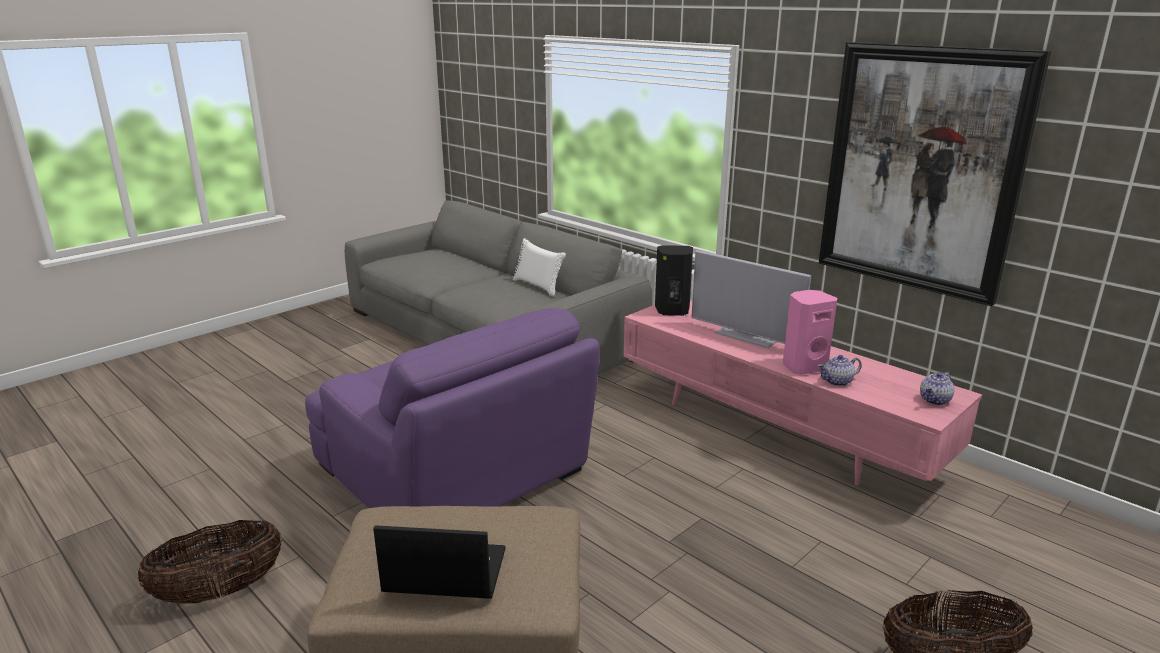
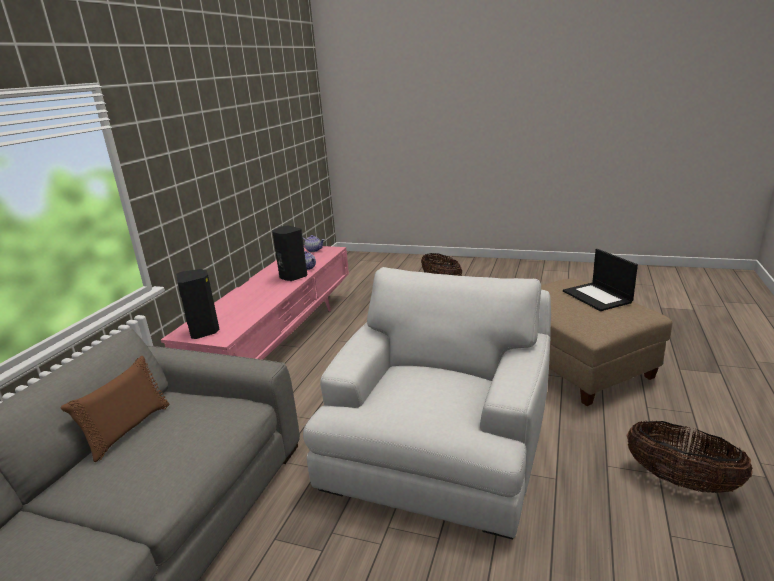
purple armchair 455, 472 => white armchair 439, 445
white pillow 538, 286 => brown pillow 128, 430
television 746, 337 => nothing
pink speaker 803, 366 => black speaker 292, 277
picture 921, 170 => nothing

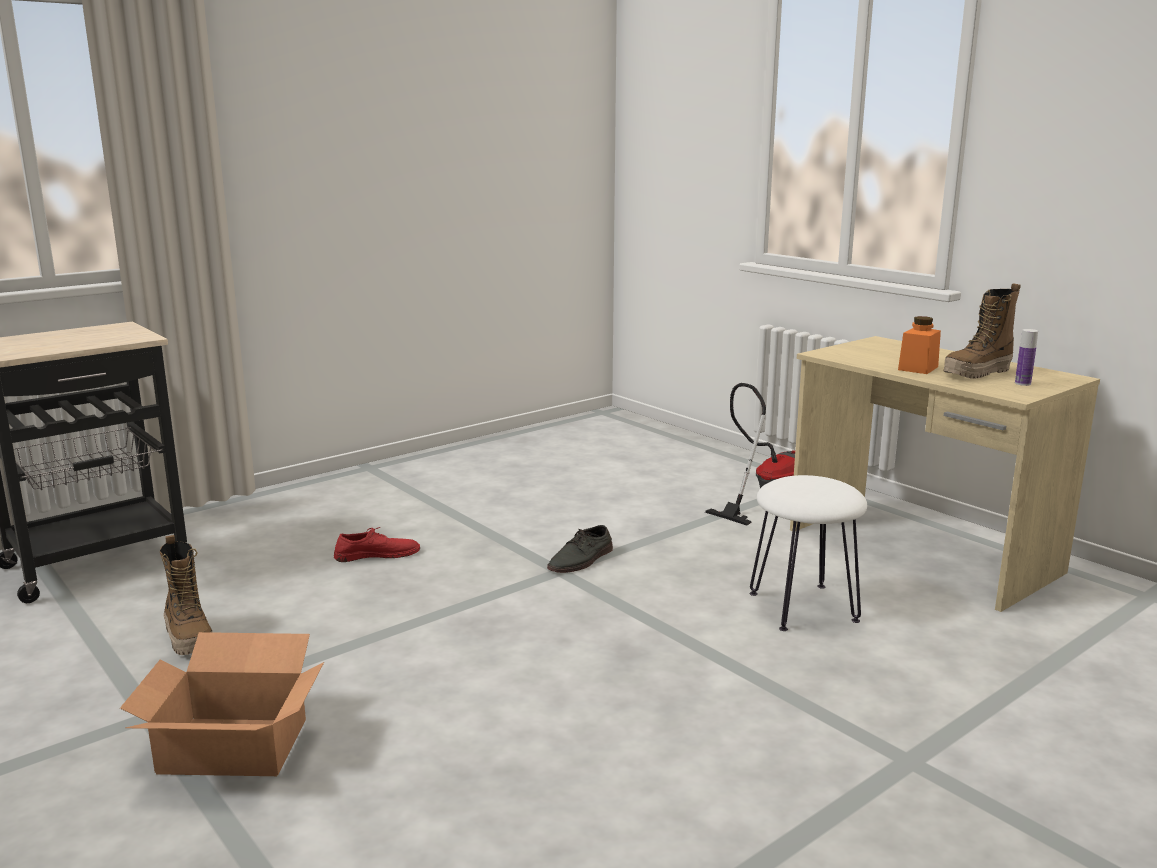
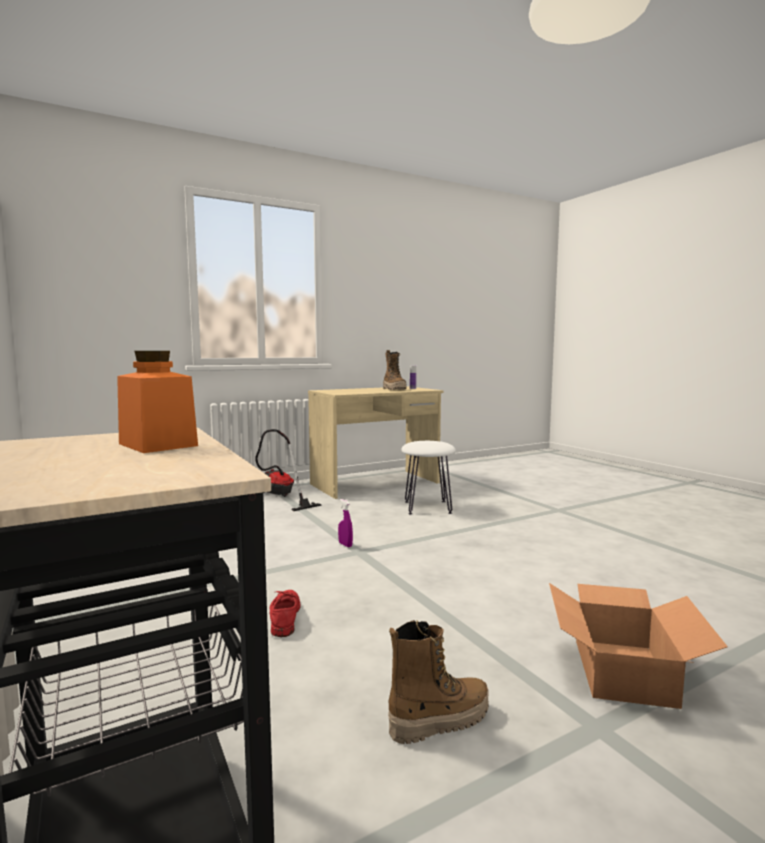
grey shoe 581, 560 => purple spray bottle 345, 545
orange jar 918, 368 => orange jar 158, 445, moved

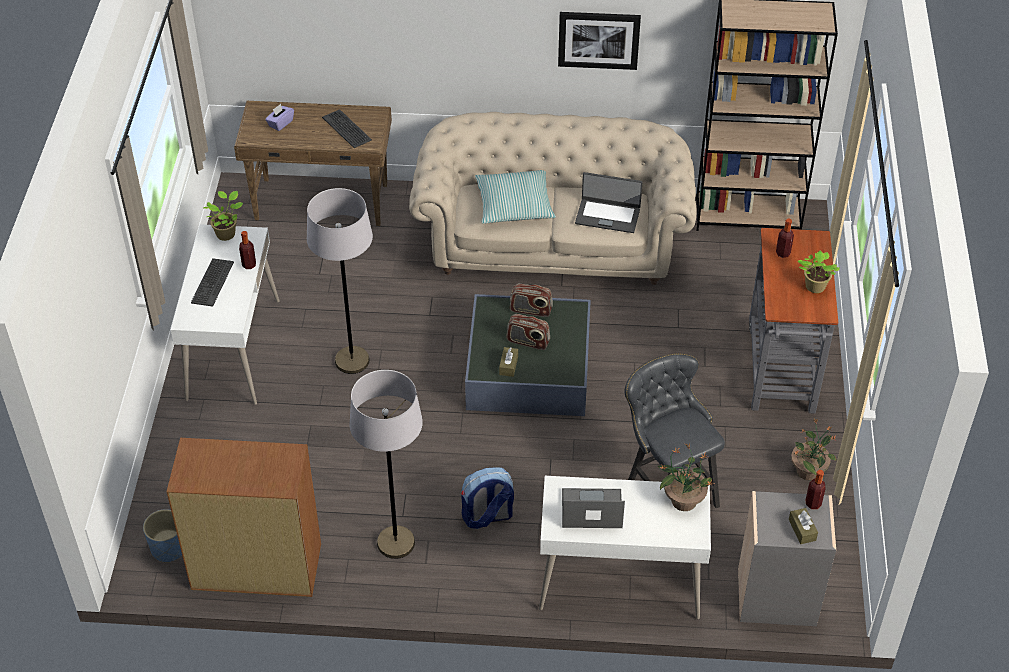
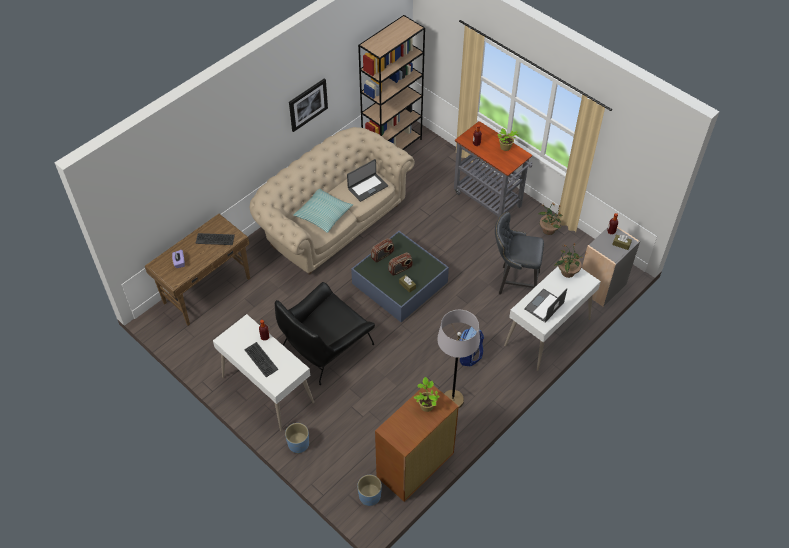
potted plant 227, 233 => potted plant 426, 405, moved
grey floor lamp 352, 361 => black armchair 326, 346
nothing => blue planter 298, 444

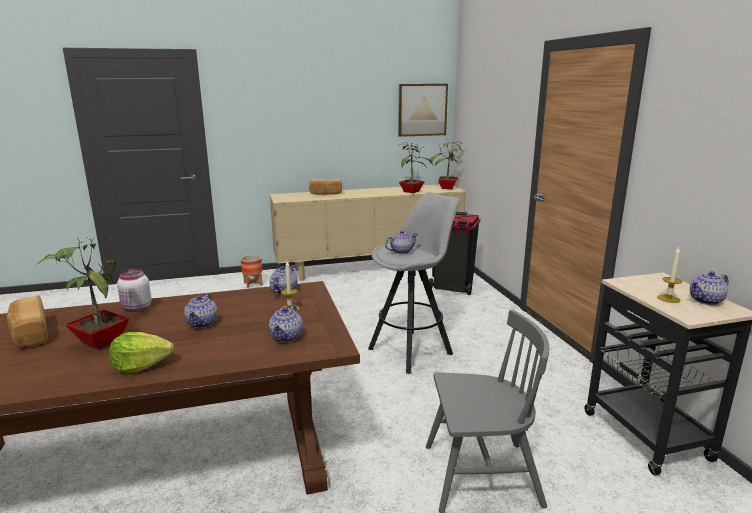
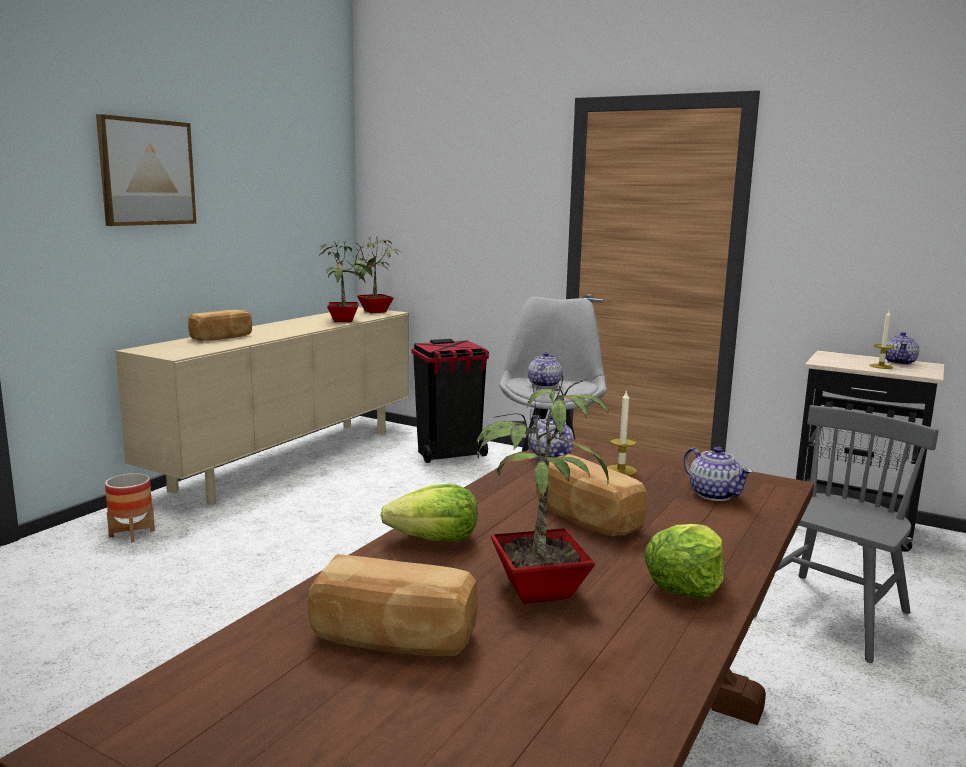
white jar 137, 309 => lettuce 435, 539
teapot 203, 323 => bread 586, 518
picture 422, 110 => picture 147, 172, moved

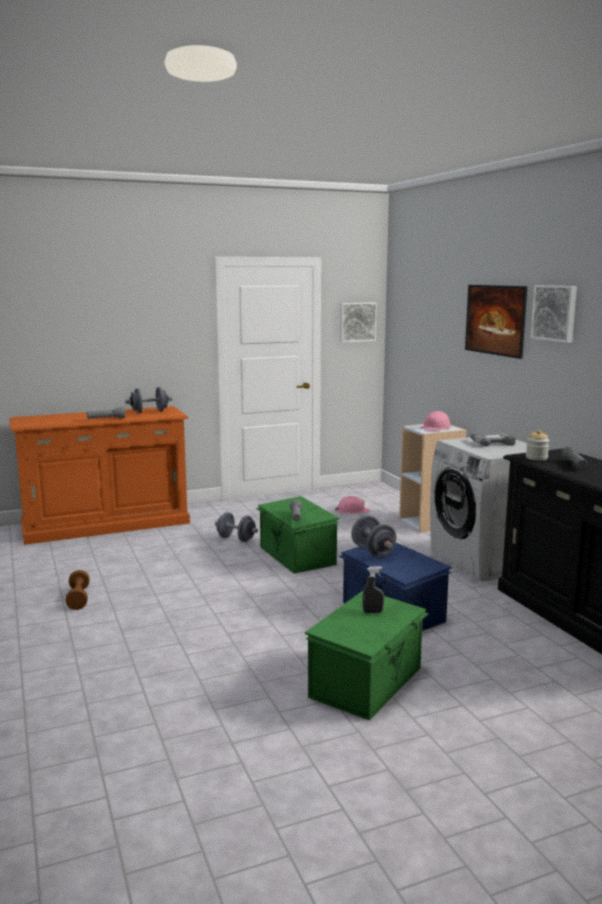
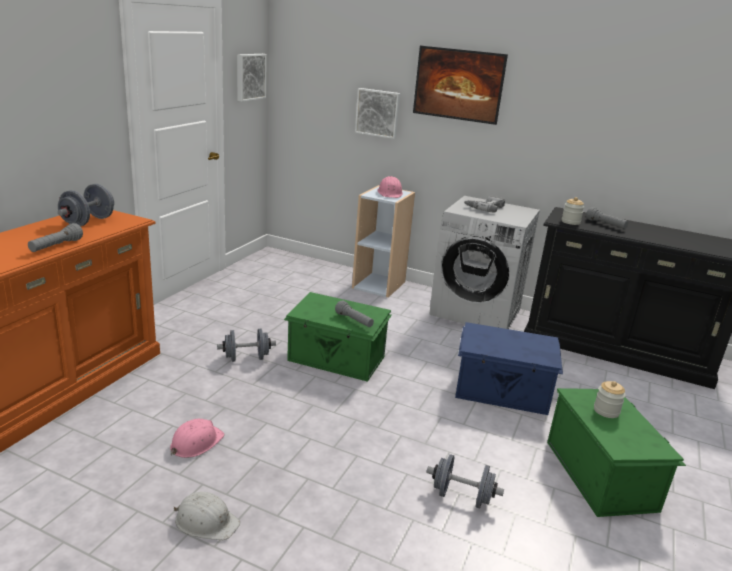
brown dumbbell 78, 598 => white hard hat 206, 521
pink hard hat 352, 511 => pink hard hat 196, 443, moved
grey dumbbell 373, 551 => grey dumbbell 461, 497, moved
grey spray bottle 373, 612 => jar 606, 411
picture 555, 313 => picture 378, 113, moved

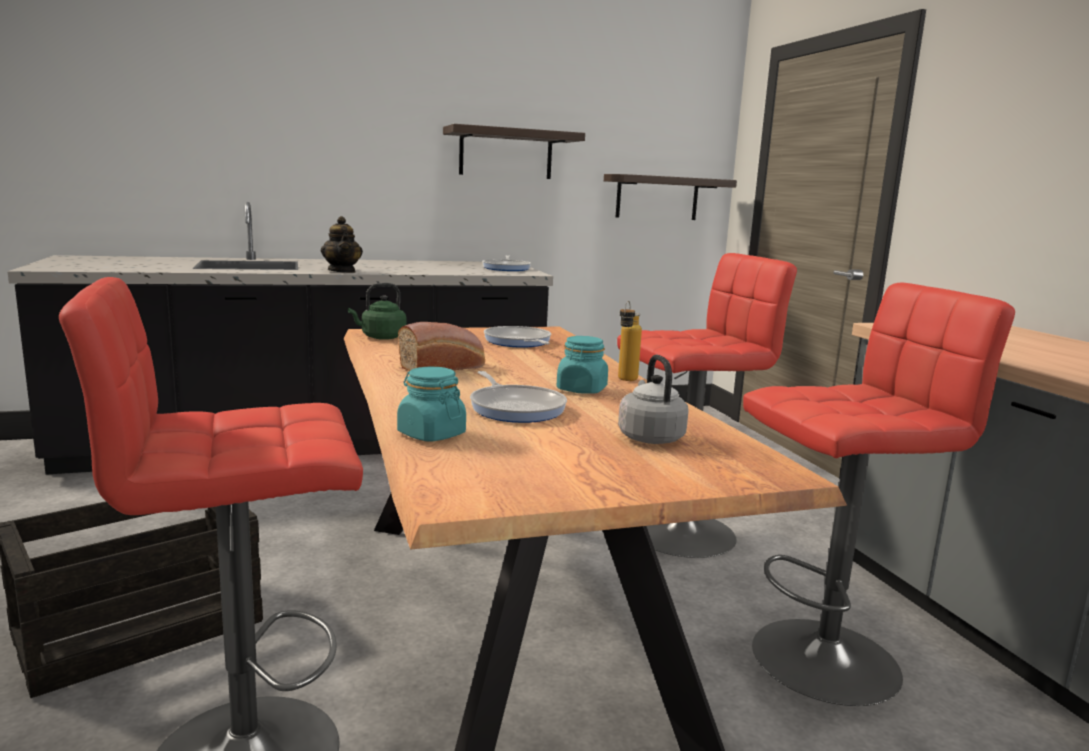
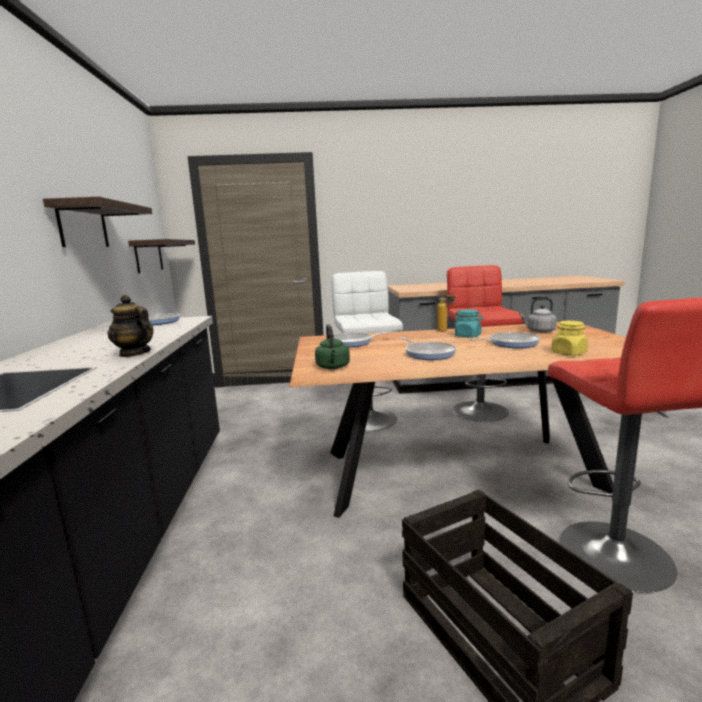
teapot 342, 271 => teapot 134, 353, 135 degrees counterclockwise
turquoise jar 431, 434 => yellow jar 568, 353
bread 444, 367 => frying pan 428, 353
red stool 684, 534 => white stool 370, 419

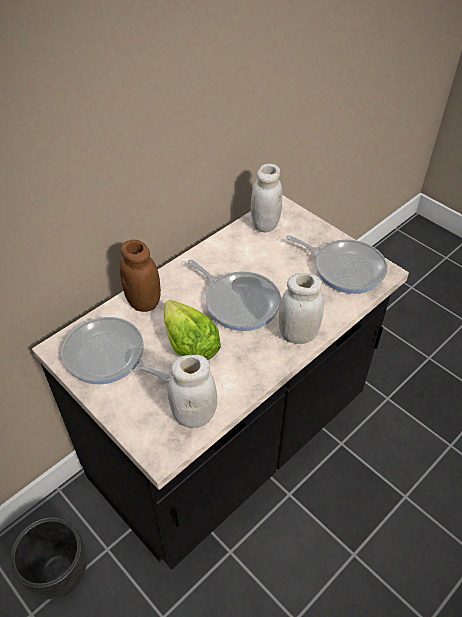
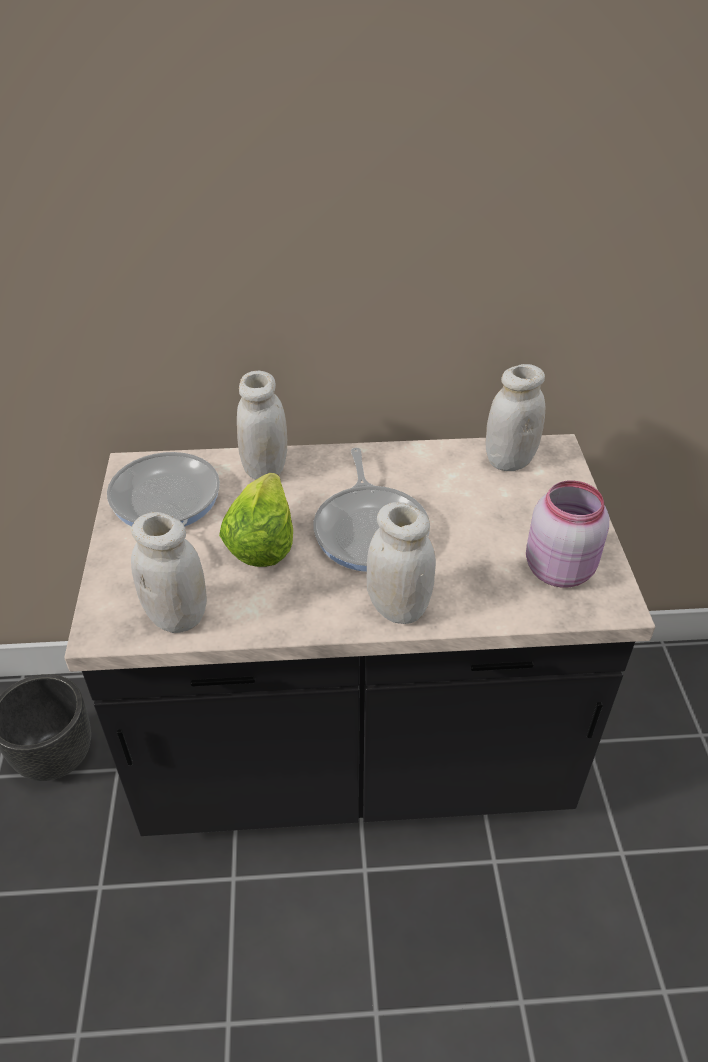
brown jar 143, 302 => white jar 265, 469
frying pan 345, 268 => pink jar 559, 568

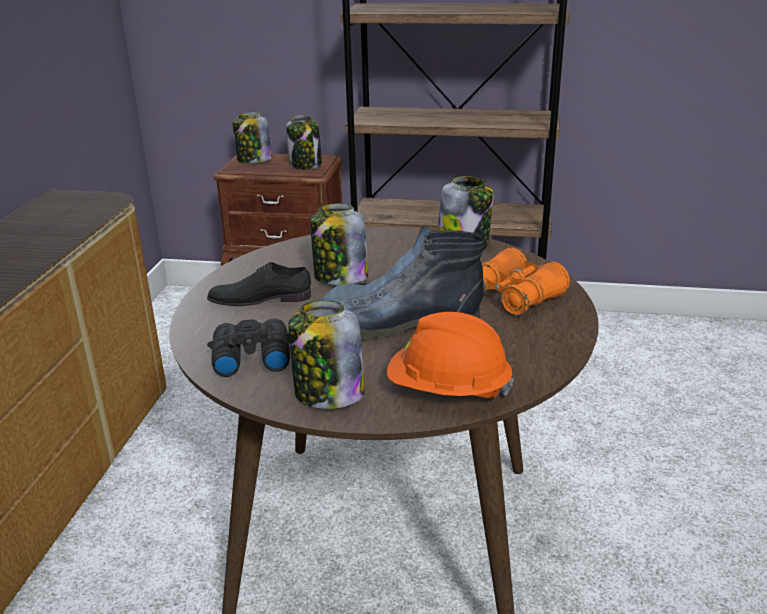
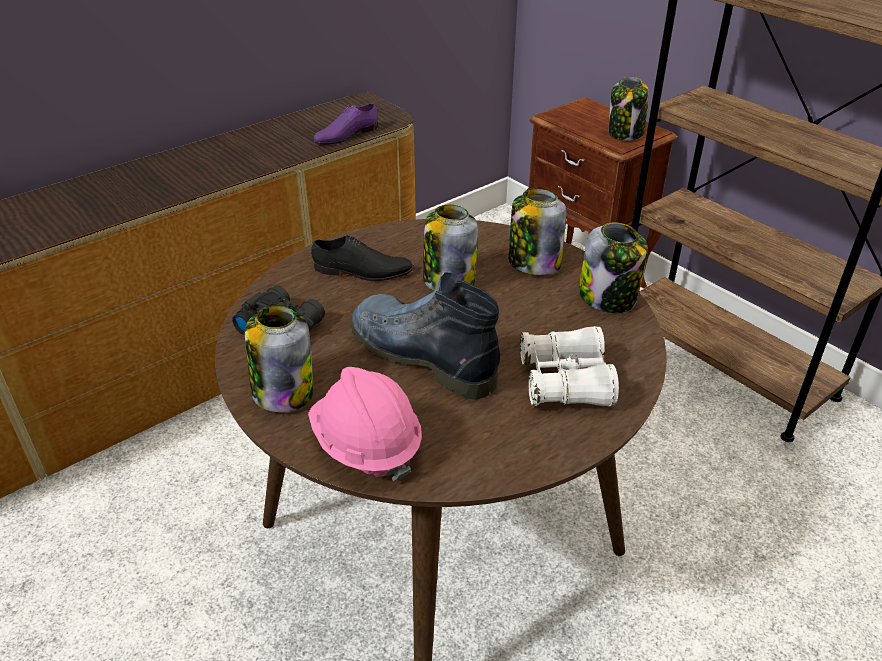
black shoe 260, 298 => black shoe 362, 271, 150 degrees clockwise
jar 254, 160 => jar 533, 263, moved
orange hard hat 448, 390 => pink hard hat 366, 445
orange binoculars 513, 296 => white binoculars 565, 381
nothing => purple shoe 346, 134

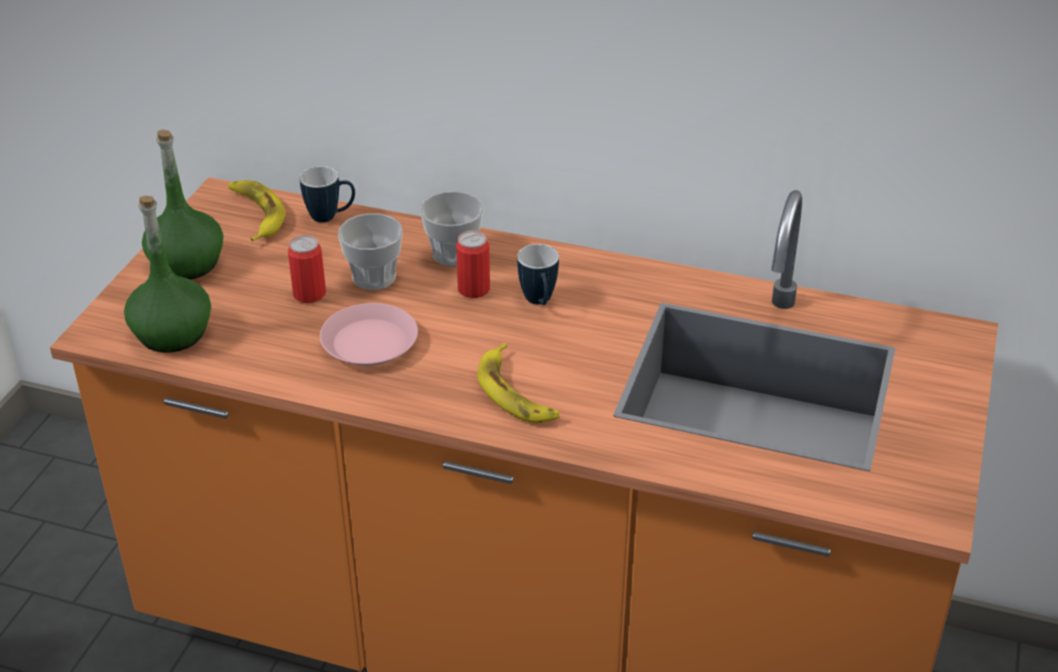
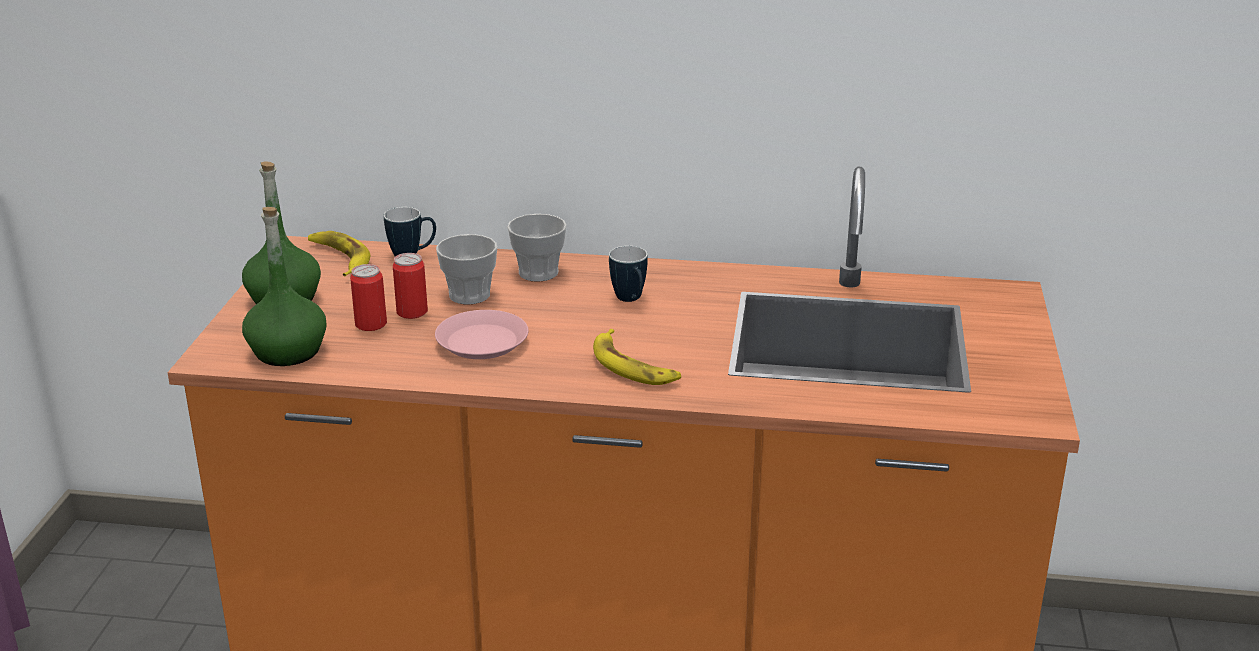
can 473, 289 => can 370, 324, moved

